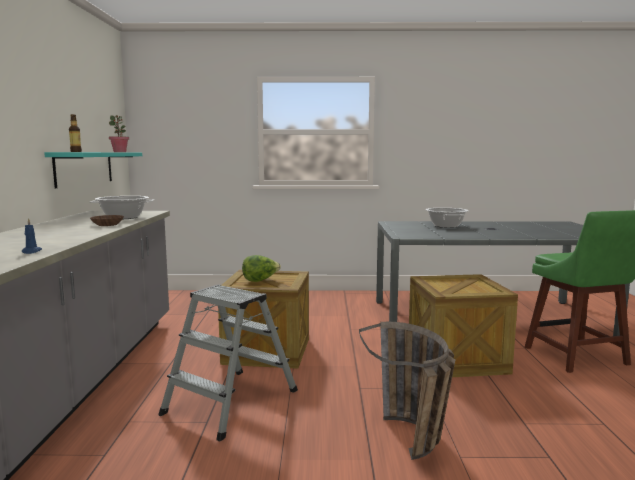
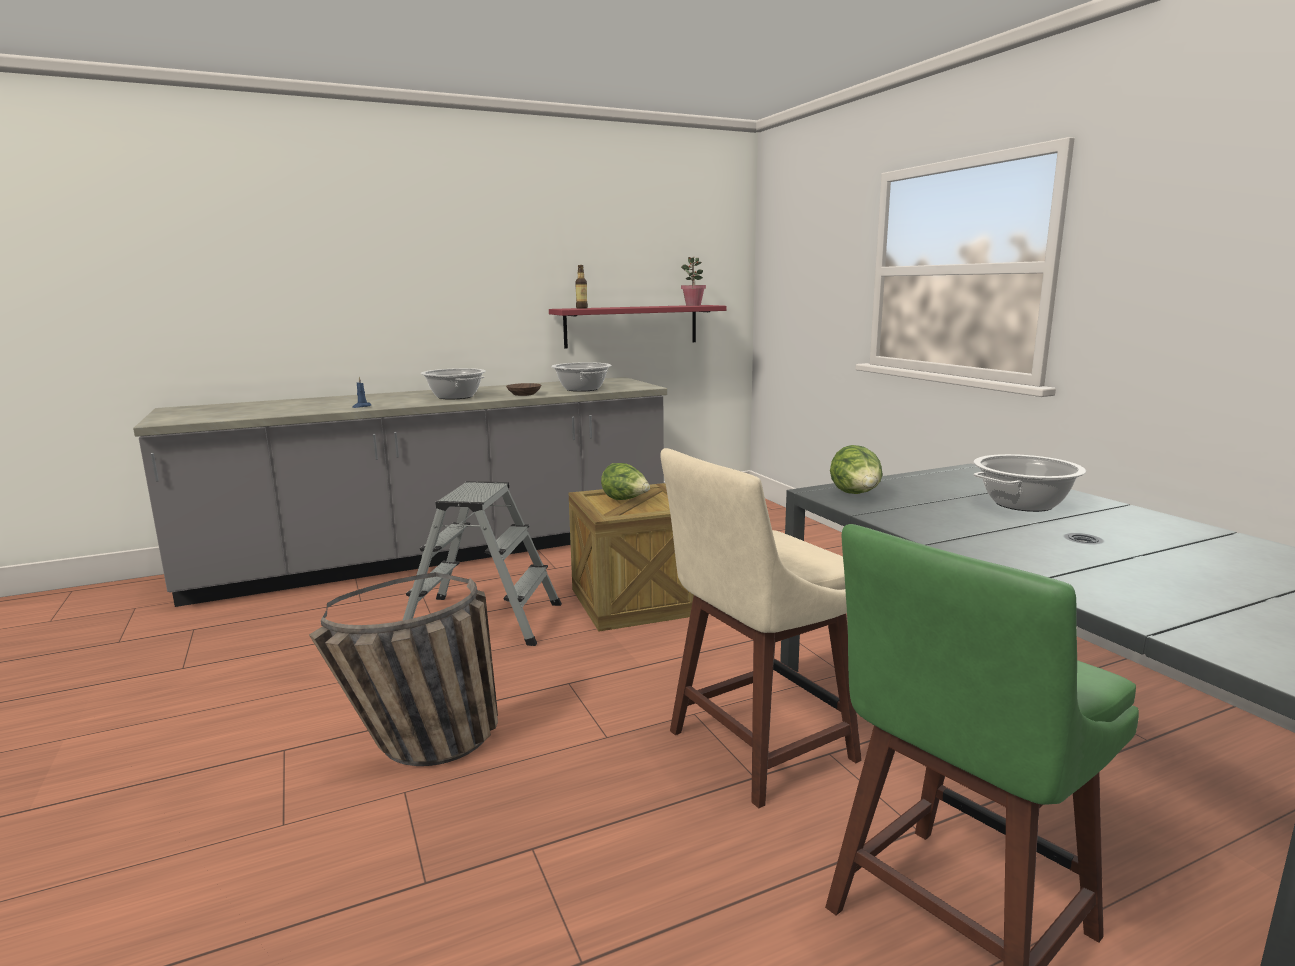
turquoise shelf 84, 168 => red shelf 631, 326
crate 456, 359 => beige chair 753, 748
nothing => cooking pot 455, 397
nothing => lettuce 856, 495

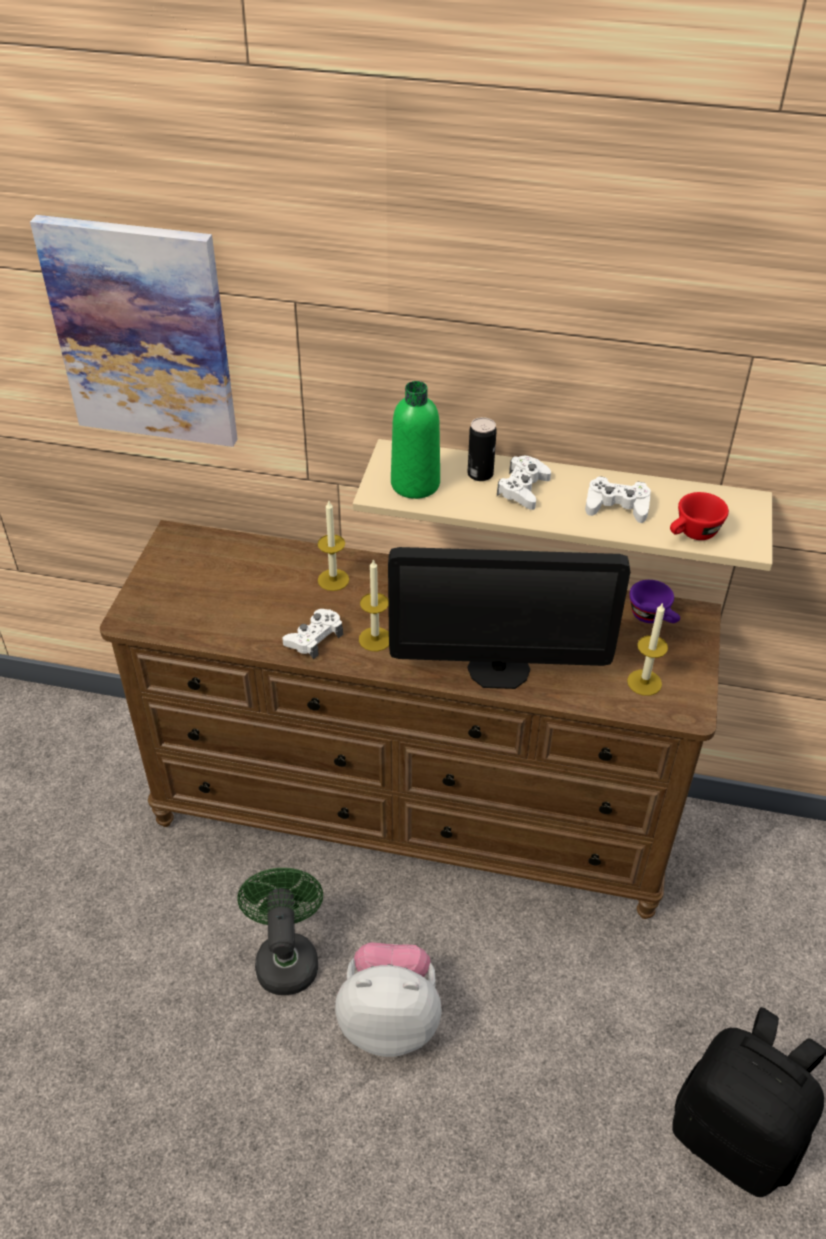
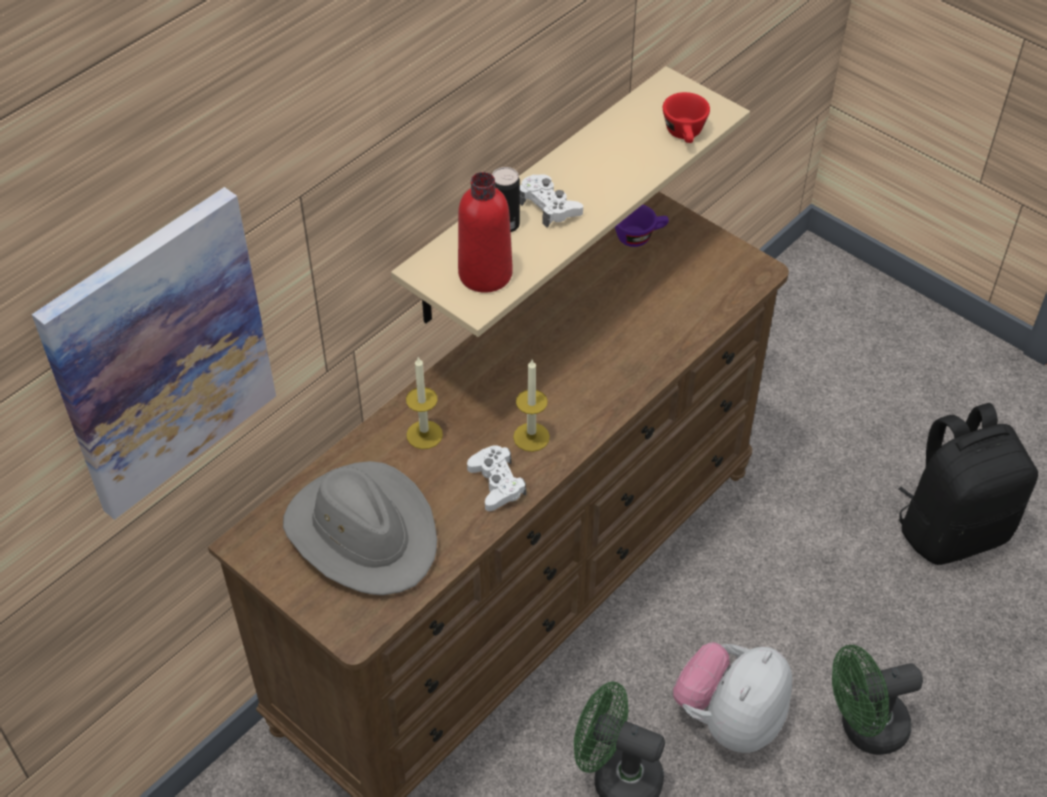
monitor 498, 669 => nothing
green bottle 415, 484 => red bottle 485, 274
white game controller 617, 506 => nothing
candle 644, 682 => nothing
nothing => grey hat 363, 532
nothing => green fan 864, 728

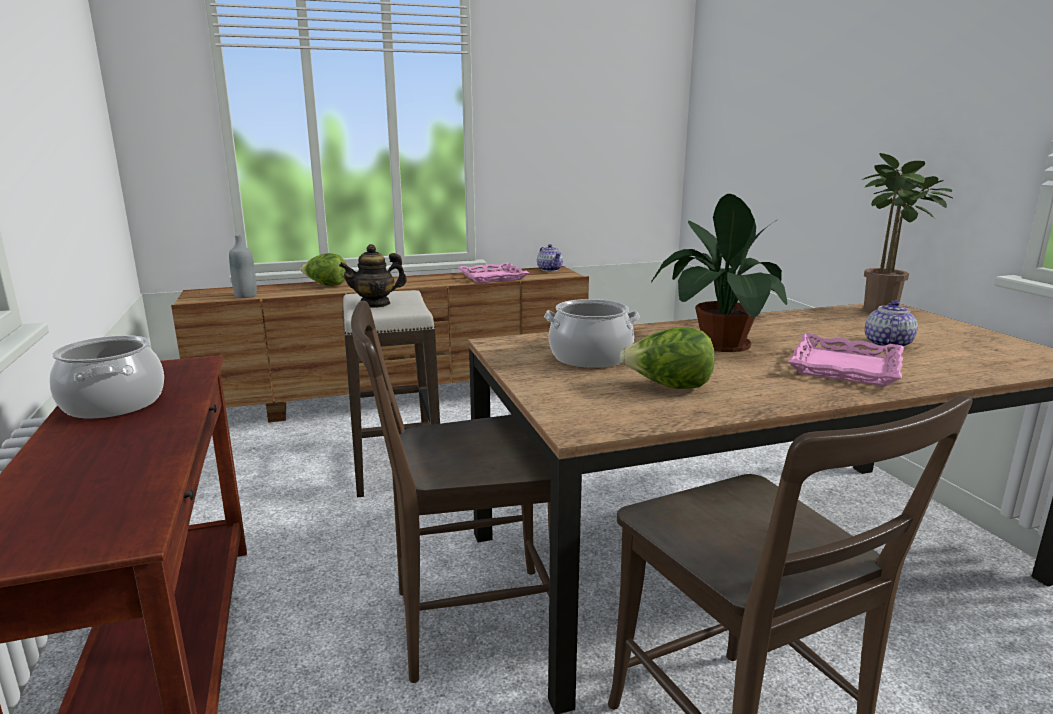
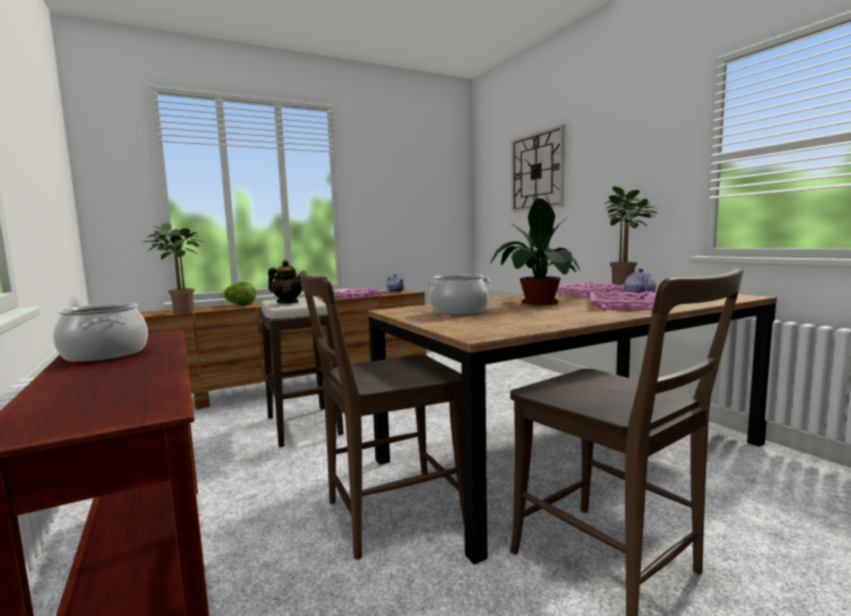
grey bottle 245, 296 => potted plant 180, 312
teapot 375, 304 => teapot 288, 303, 120 degrees counterclockwise
lettuce 668, 387 => nothing
nothing => wall clock 537, 171
nothing => pink tray 589, 293

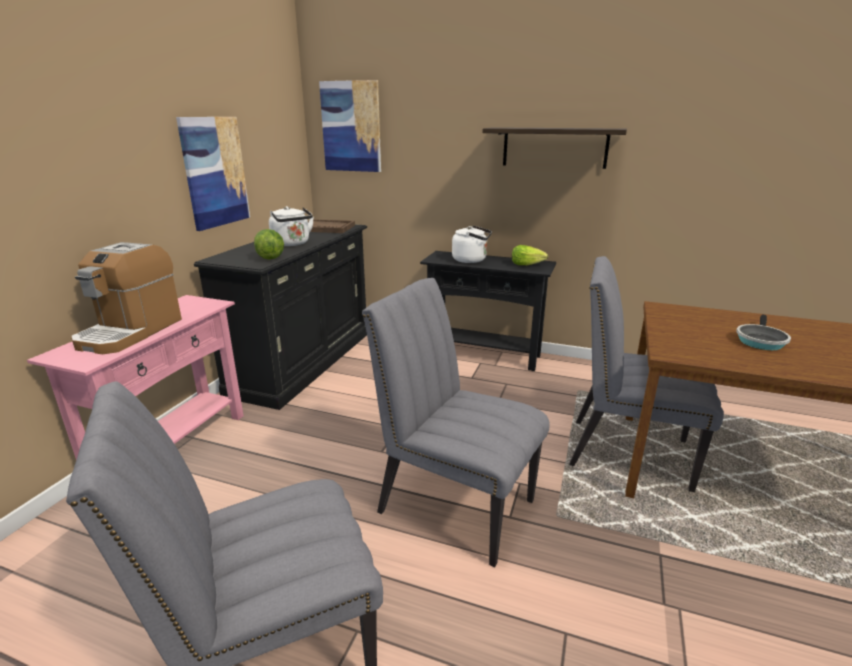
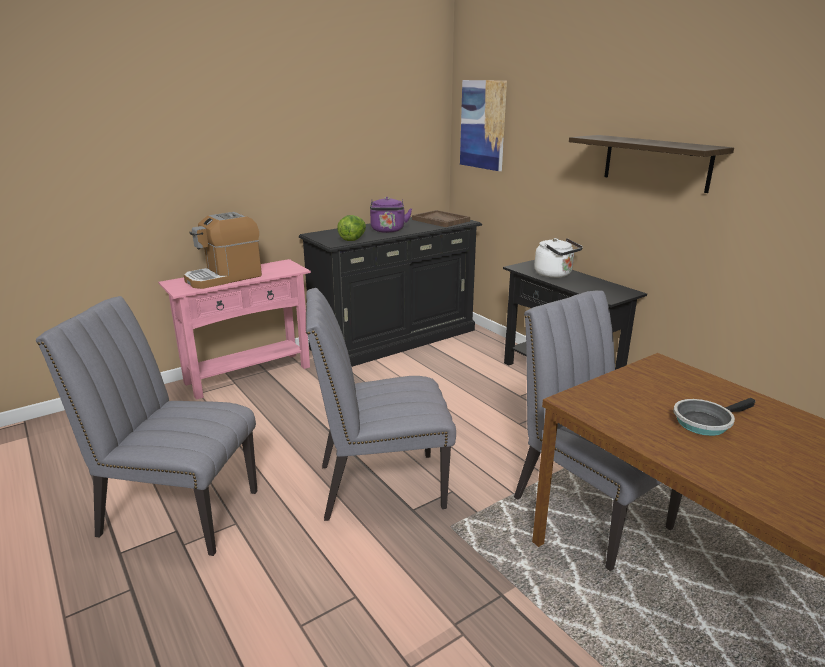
picture 215, 172 => nothing
white kettle 292, 244 => purple kettle 388, 230
grey chair 457, 507 => grey chair 382, 485, 75 degrees counterclockwise
lettuce 527, 264 => nothing

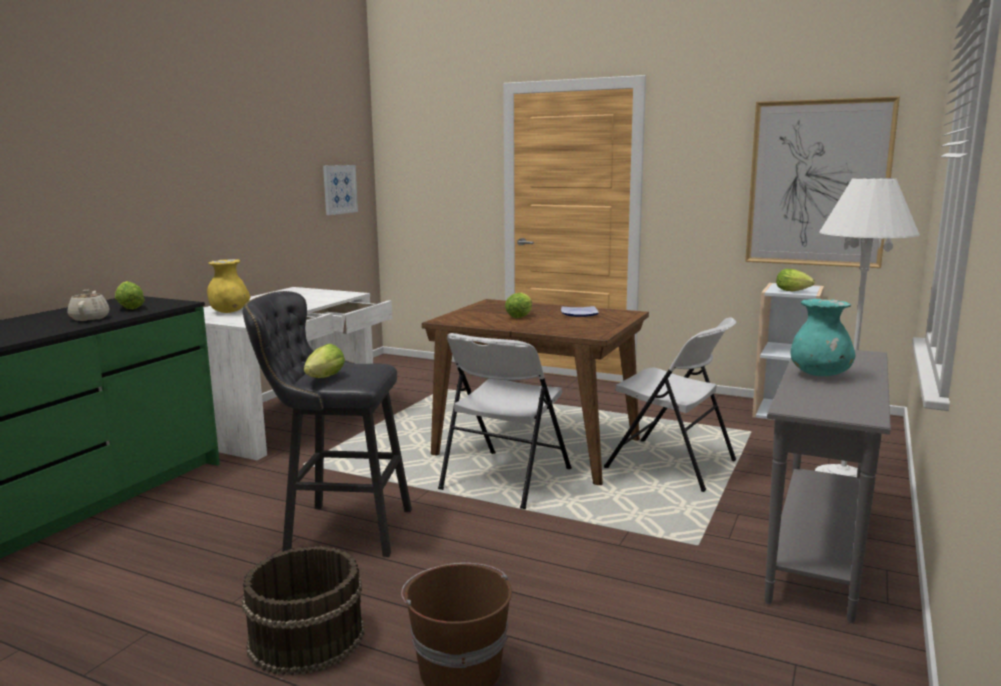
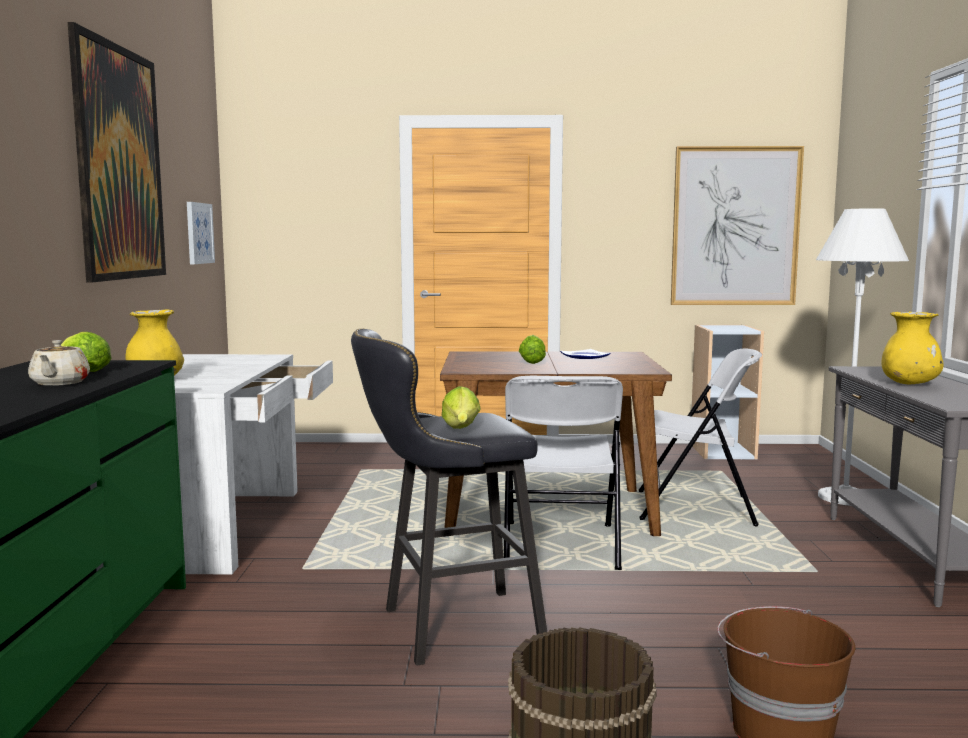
beige teapot 90, 318 => beige teapot 59, 383, 150 degrees counterclockwise
lettuce 794, 291 => nothing
turquoise vase 820, 375 => yellow vase 909, 384
nothing => picture 119, 163

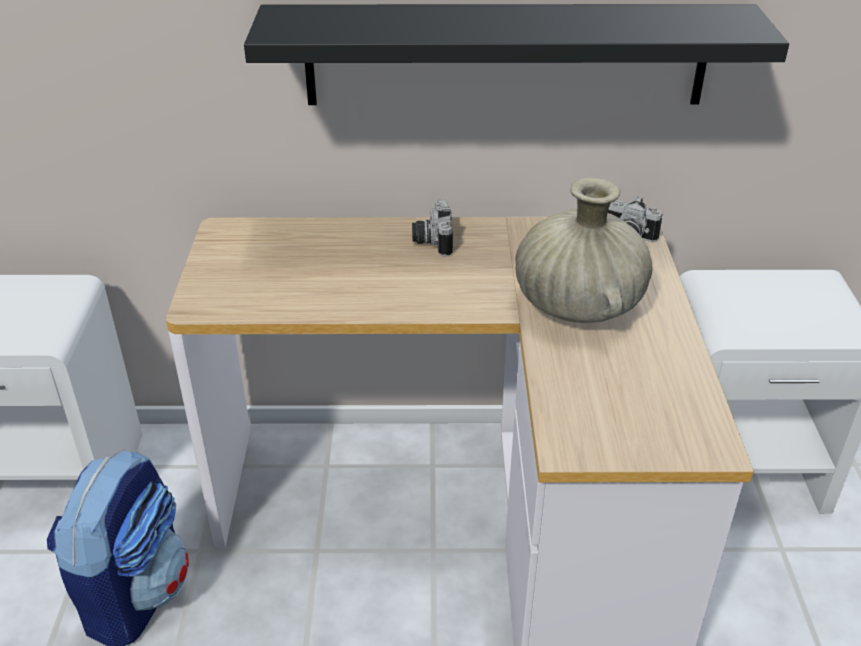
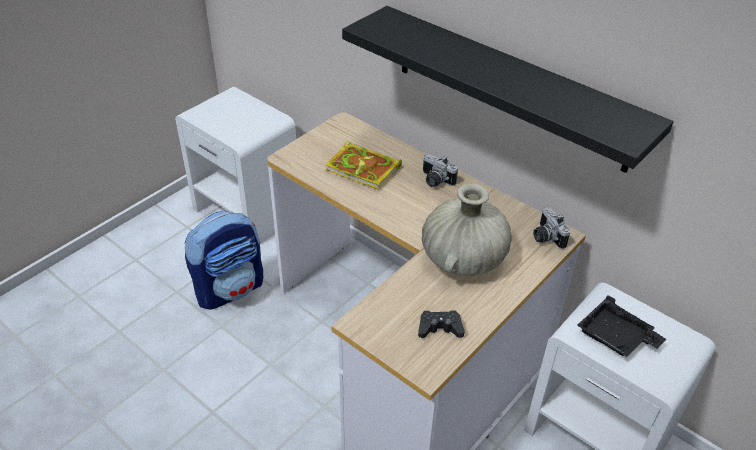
photo camera 431, 241 => photo camera 435, 181, 90 degrees counterclockwise
nothing => book 364, 169
nothing => black game controller 440, 328
nothing => black tray 616, 337

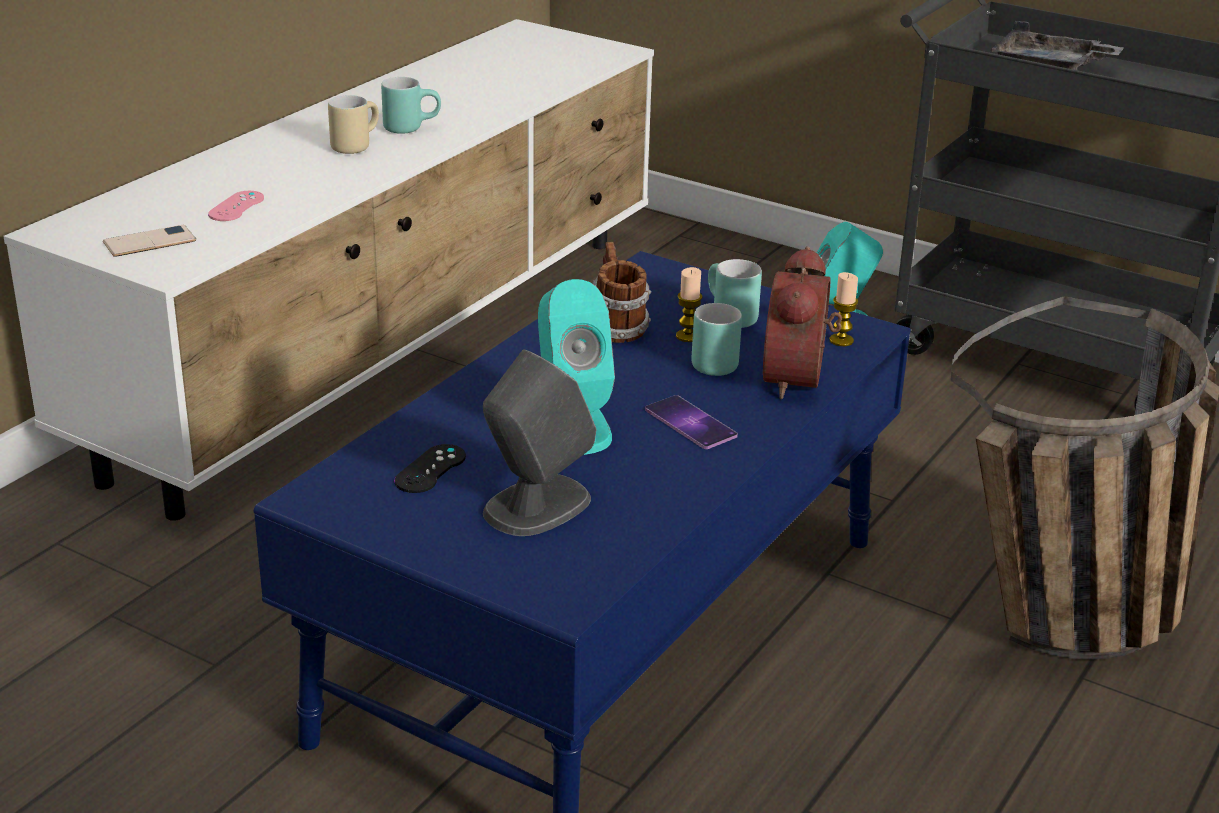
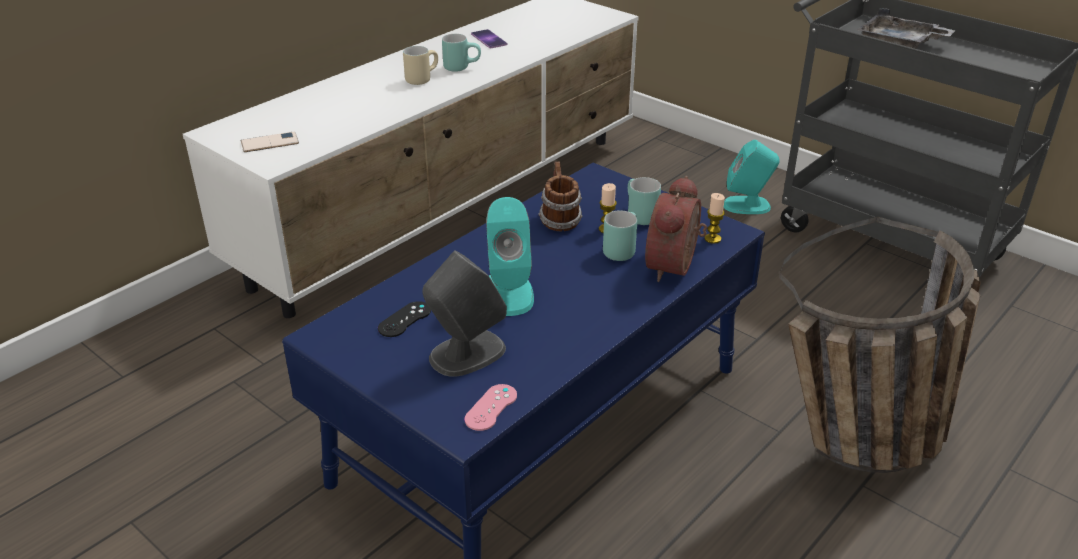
pink game controller 236, 206 => pink game controller 491, 407, moved
phone 690, 423 => phone 489, 39, moved

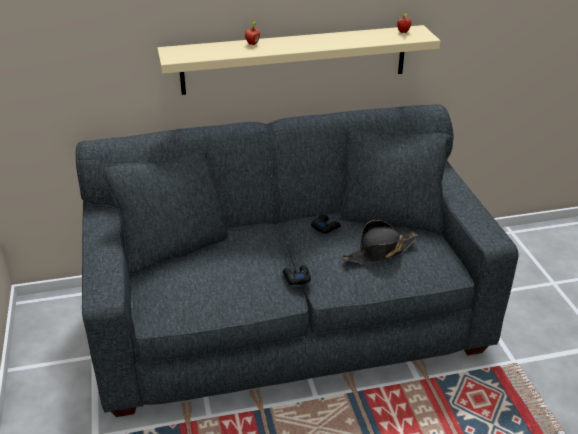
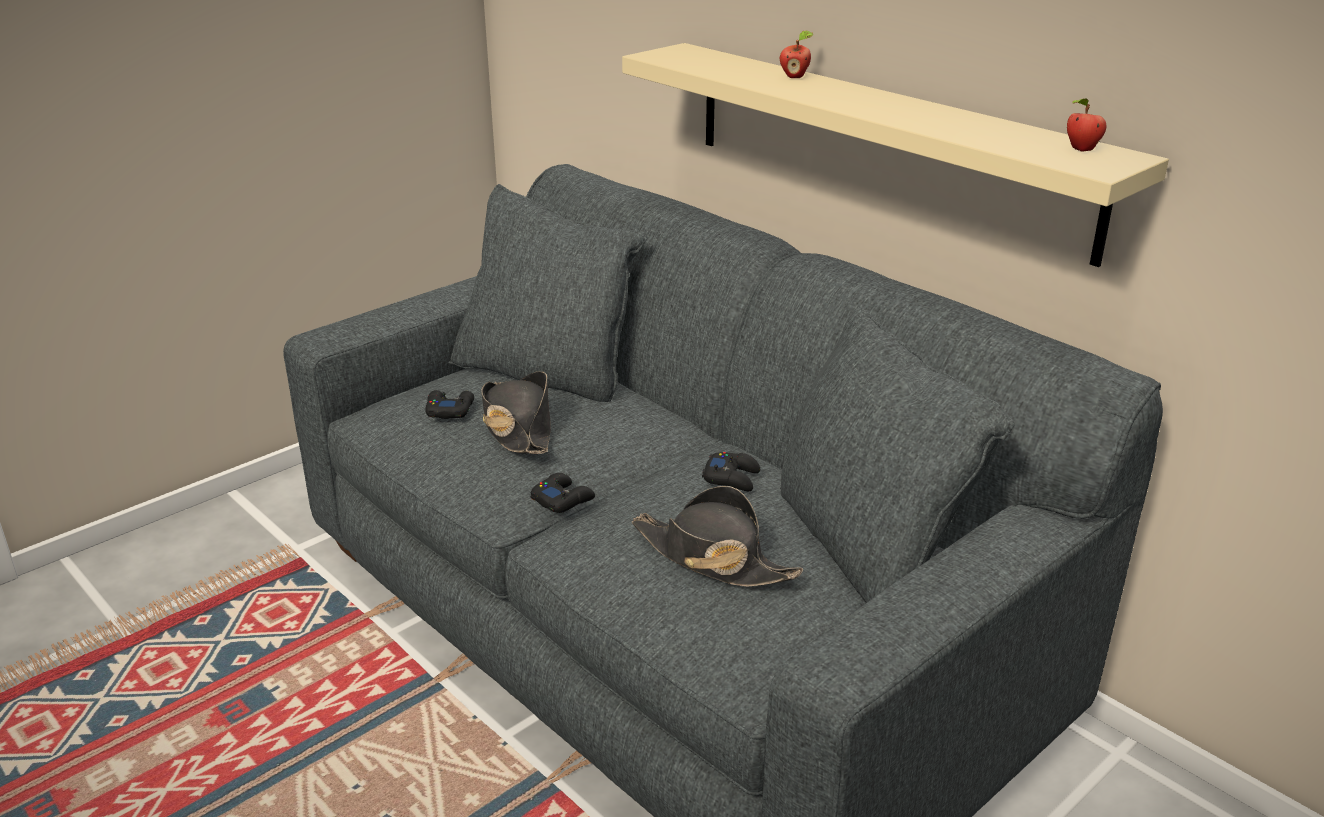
nothing => black game controller 449, 410
nothing => black hat 518, 427

